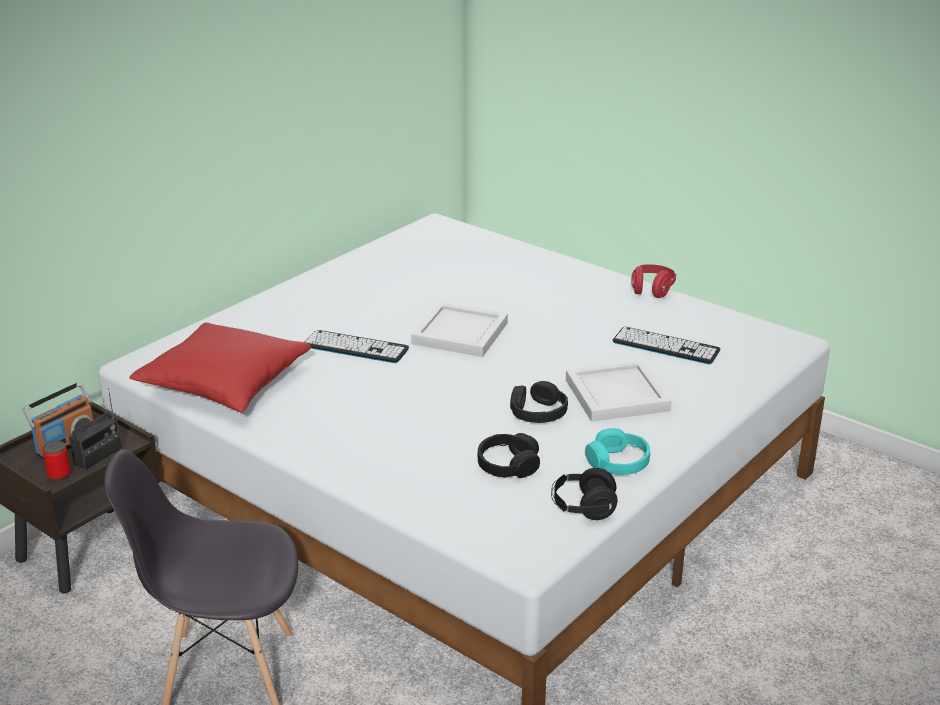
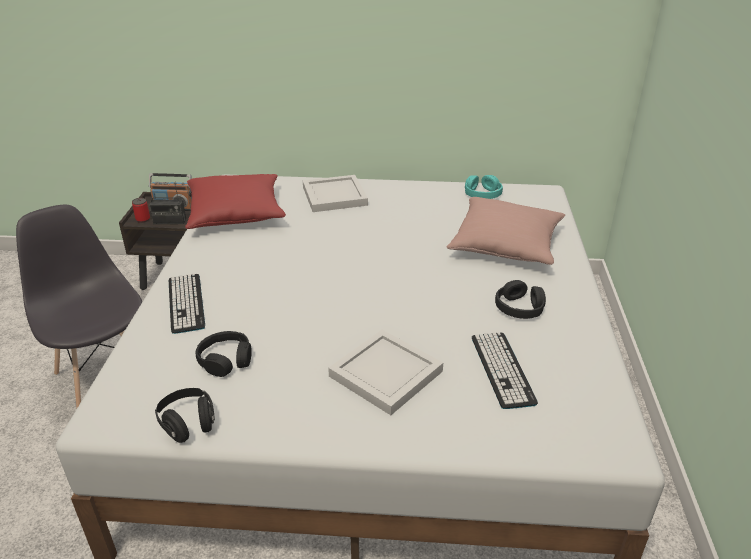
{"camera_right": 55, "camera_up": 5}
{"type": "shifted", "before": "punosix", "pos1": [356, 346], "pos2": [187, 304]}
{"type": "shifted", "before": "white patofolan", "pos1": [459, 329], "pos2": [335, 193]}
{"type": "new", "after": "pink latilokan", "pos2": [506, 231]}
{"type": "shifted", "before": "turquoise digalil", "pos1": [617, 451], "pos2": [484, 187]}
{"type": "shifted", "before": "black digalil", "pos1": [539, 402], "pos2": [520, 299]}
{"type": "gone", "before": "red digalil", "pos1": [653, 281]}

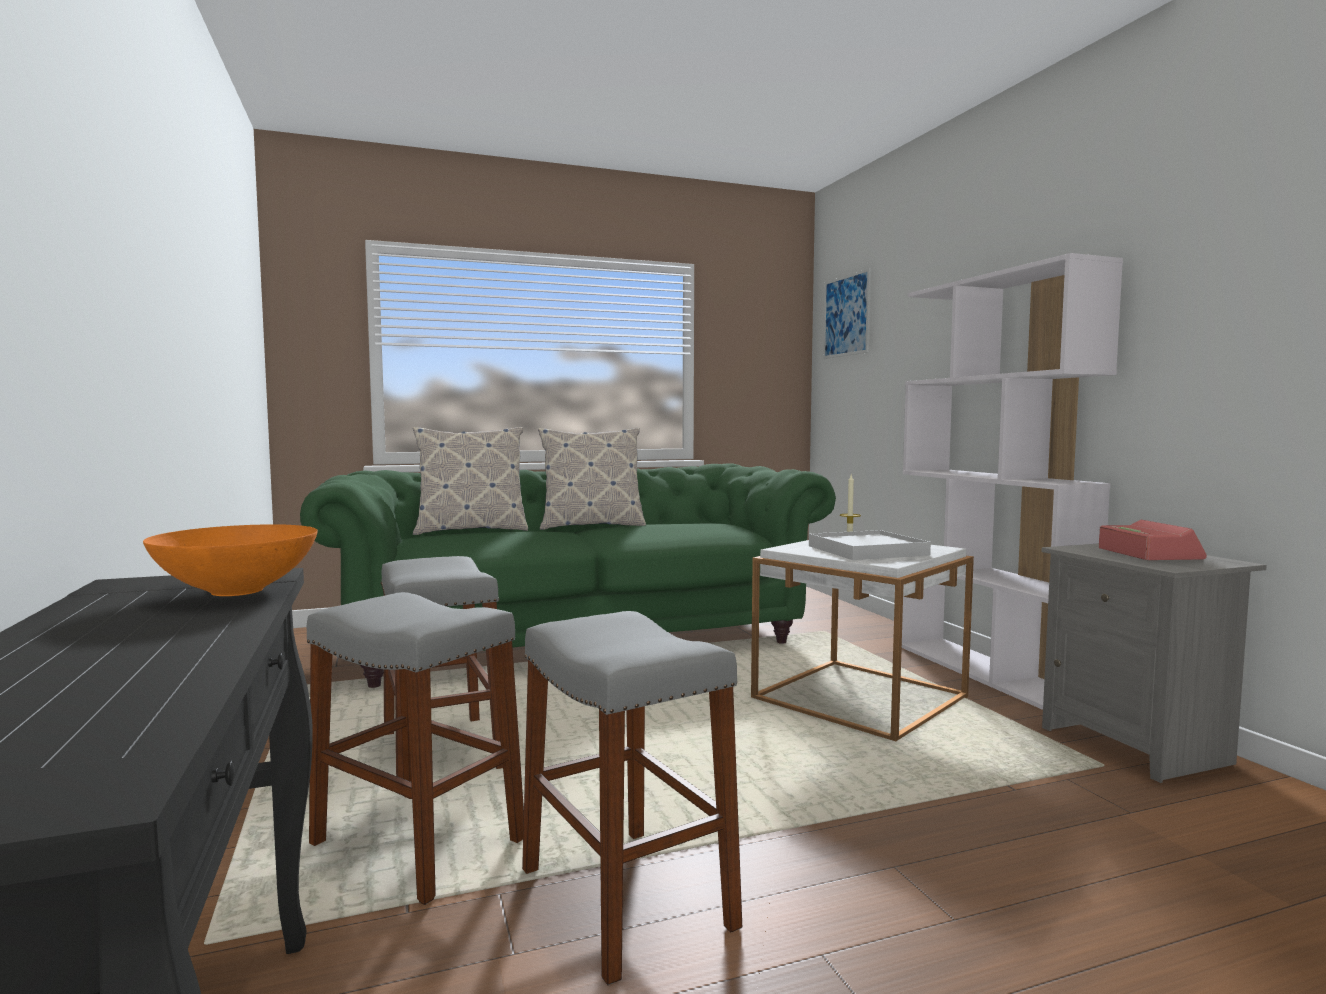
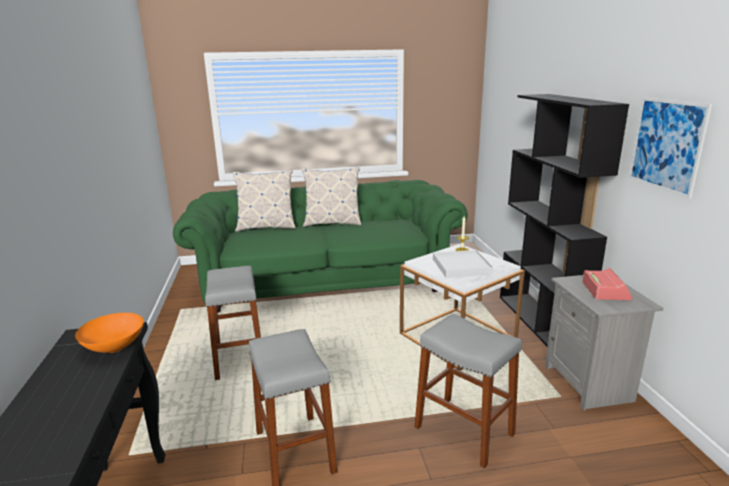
{"camera_right": 10, "camera_up": 15}
{"type": "shifted", "before": "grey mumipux", "pos1": [415, 748], "pos2": [468, 391]}
{"type": "repainted", "before": "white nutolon", "after": "black nutolon", "pos1": [1012, 481], "pos2": [564, 220]}
{"type": "shifted", "before": "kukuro", "pos1": [847, 313], "pos2": [670, 148]}

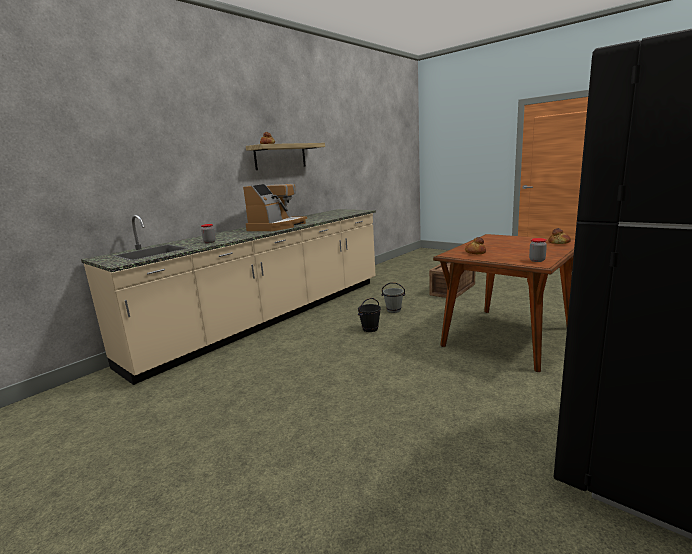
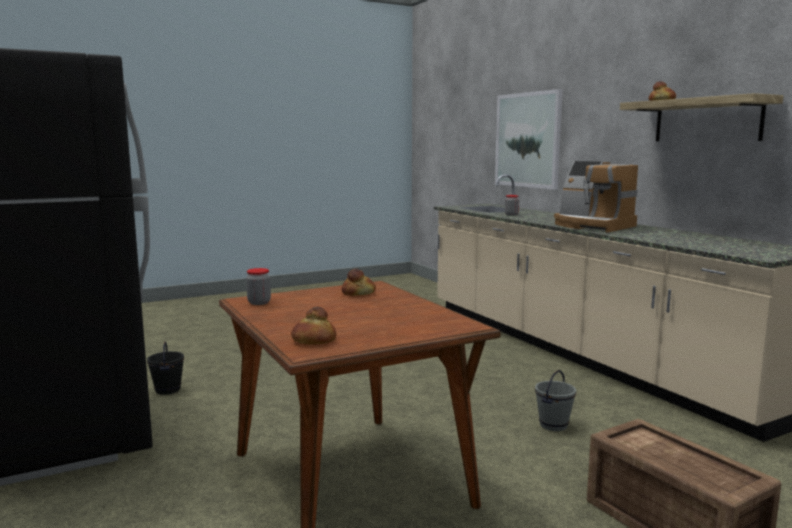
{"camera_right": 110, "camera_up": -5}
{"type": "shifted", "before": "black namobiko", "pos1": [369, 315], "pos2": [165, 368]}
{"type": "new", "after": "kukuro", "pos2": [529, 139]}

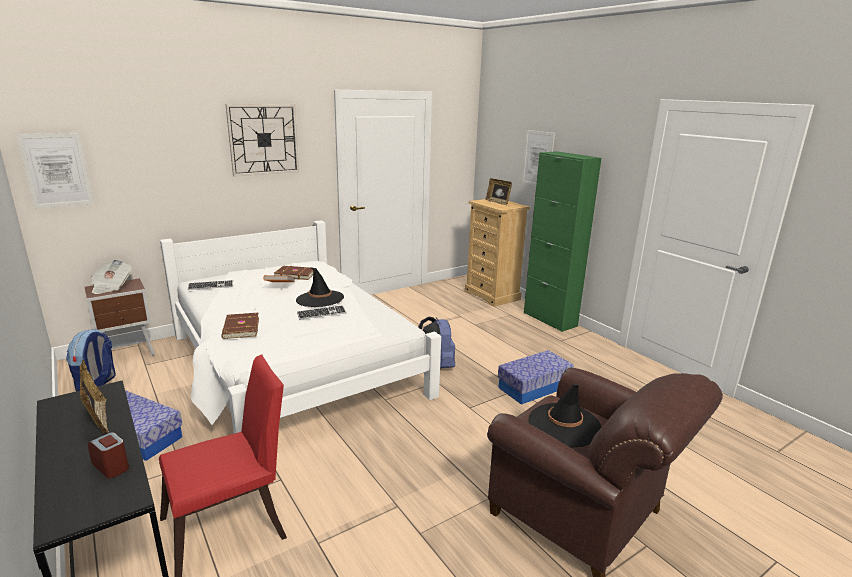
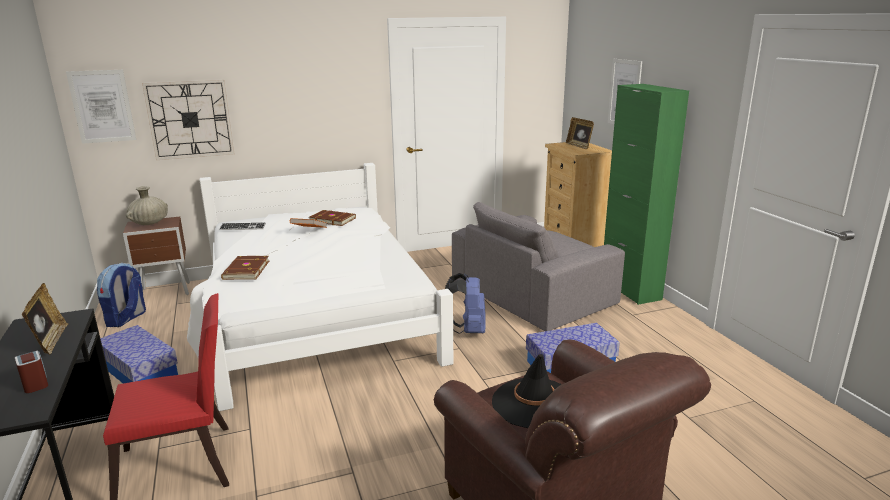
{"camera_right": 15, "camera_up": 0}
{"type": "swapped", "before": "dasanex", "after": "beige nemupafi", "pos1": [111, 276], "pos2": [147, 205]}
{"type": "shifted", "before": "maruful", "pos1": [262, 140], "pos2": [188, 120]}
{"type": "new", "after": "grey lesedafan", "pos2": [538, 266]}
{"type": "gone", "before": "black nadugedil", "pos1": [320, 287]}
{"type": "gone", "before": "punosix", "pos1": [321, 312]}

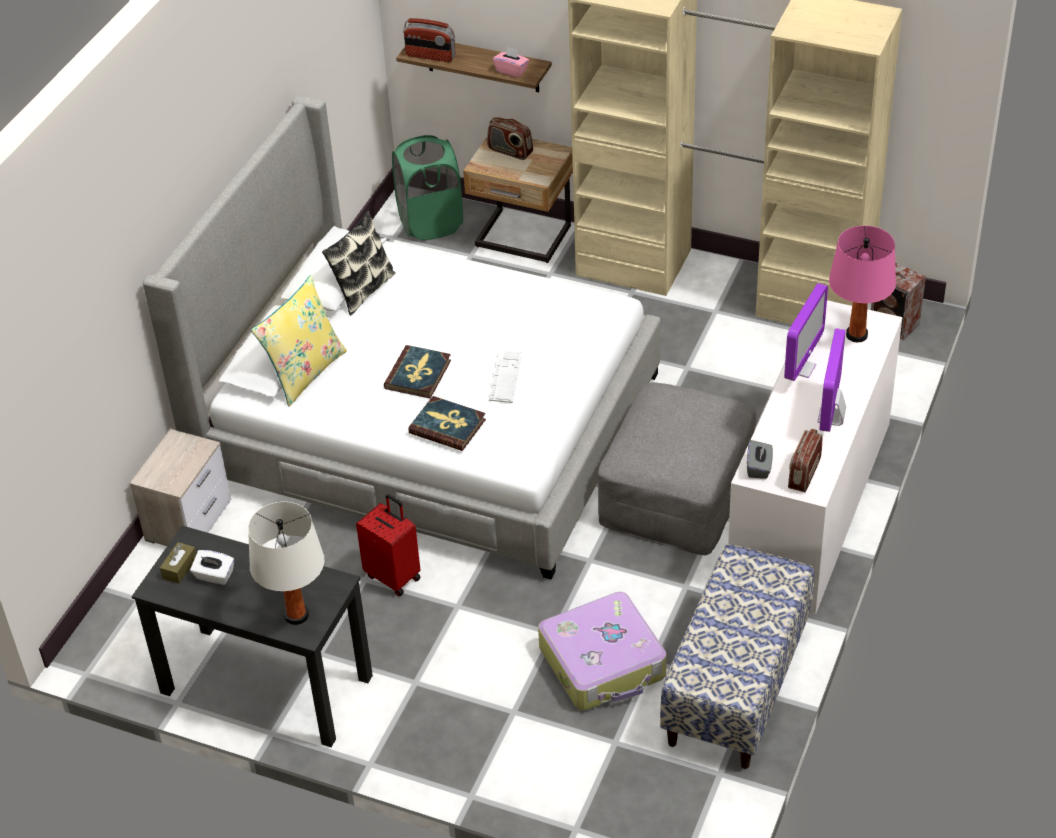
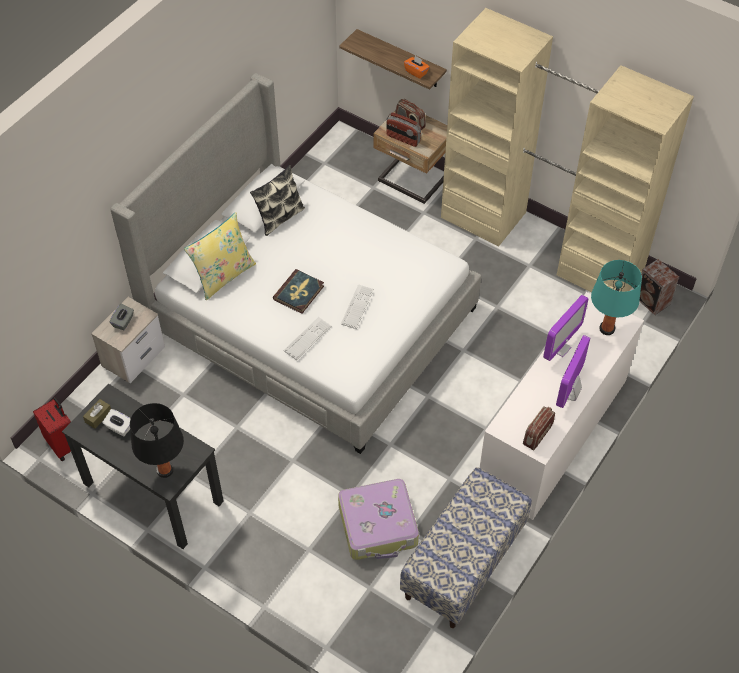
{"camera_right": 10, "camera_up": 10}
{"type": "shifted", "before": "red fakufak", "pos1": [388, 545], "pos2": [52, 429]}
{"type": "shifted", "before": "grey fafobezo", "pos1": [760, 459], "pos2": [122, 317]}
{"type": "repainted", "before": "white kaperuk", "after": "black kaperuk", "pos1": [286, 563], "pos2": [157, 440]}
{"type": "swapped", "before": "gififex", "after": "punosix", "pos1": [447, 423], "pos2": [307, 338]}
{"type": "shifted", "before": "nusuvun", "pos1": [429, 40], "pos2": [403, 129]}
{"type": "repainted", "before": "pink fafobezo", "after": "orange fafobezo", "pos1": [511, 62], "pos2": [417, 67]}
{"type": "repainted", "before": "pink kaperuk", "after": "turquoise kaperuk", "pos1": [862, 284], "pos2": [616, 297]}
{"type": "gone", "before": "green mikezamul", "pos1": [427, 188]}
{"type": "gone", "before": "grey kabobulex", "pos1": [677, 468]}

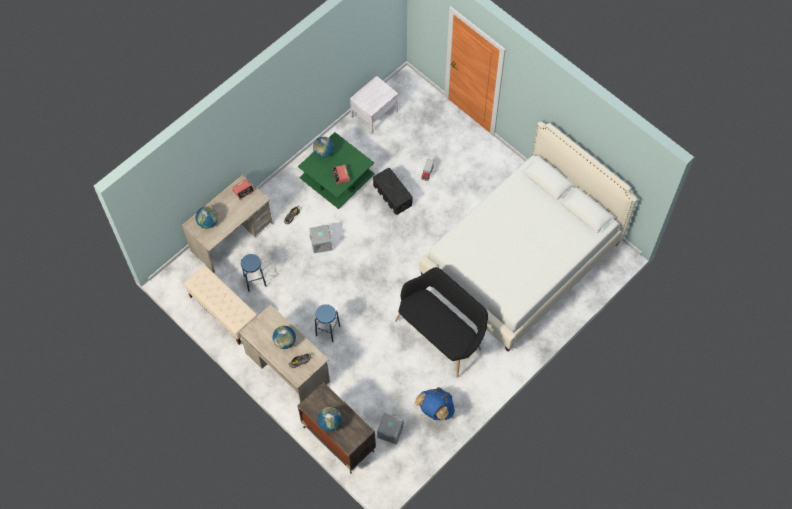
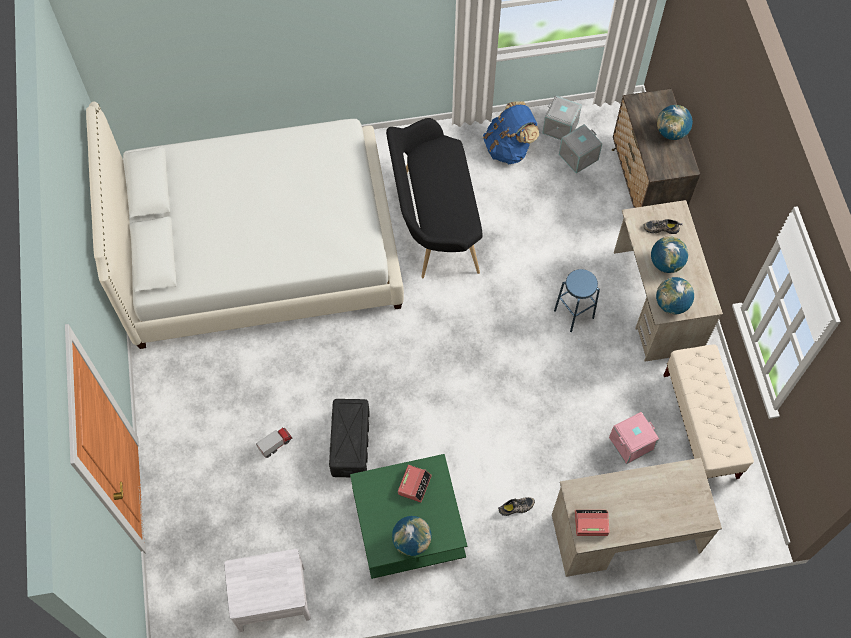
{"camera_right": -145, "camera_up": 0}
{"type": "shifted", "before": "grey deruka", "pos1": [321, 239], "pos2": [562, 117]}
{"type": "swapped", "before": "blue mumipux", "after": "pink deruka", "pos1": [253, 273], "pos2": [634, 438]}
{"type": "shifted", "before": "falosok", "pos1": [206, 217], "pos2": [675, 295]}

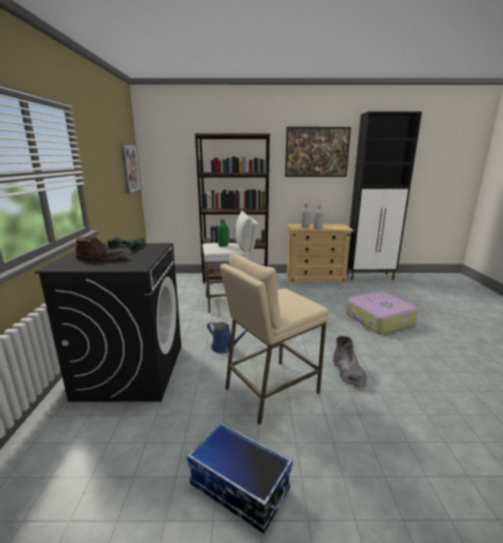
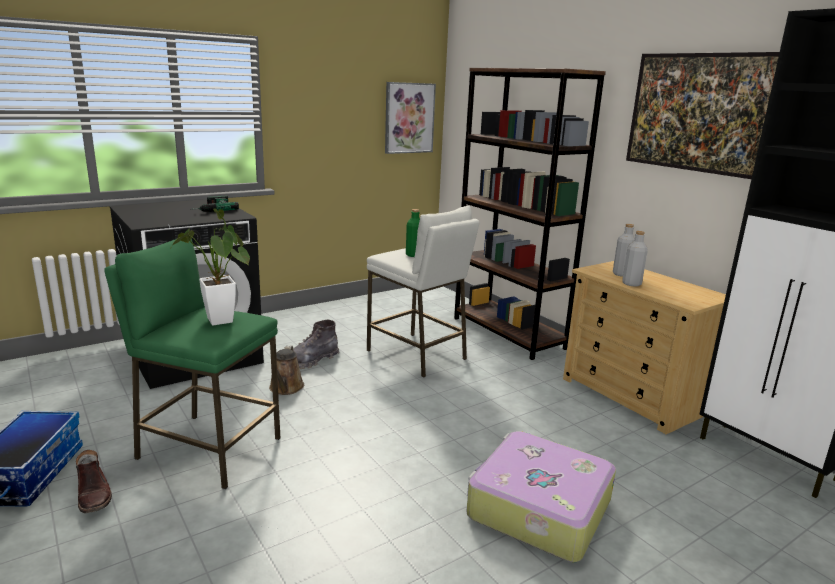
{"camera_right": 55, "camera_up": 0}
{"type": "shifted", "before": "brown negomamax", "pos1": [101, 248], "pos2": [94, 481]}
{"type": "repainted", "before": "beige mumipux", "after": "green mumipux", "pos1": [274, 338], "pos2": [192, 364]}
{"type": "new", "after": "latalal", "pos2": [210, 266]}
{"type": "repainted", "before": "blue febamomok", "after": "brown febamomok", "pos1": [227, 337], "pos2": [286, 370]}
{"type": "shifted", "before": "grey negomamax", "pos1": [350, 362], "pos2": [316, 344]}

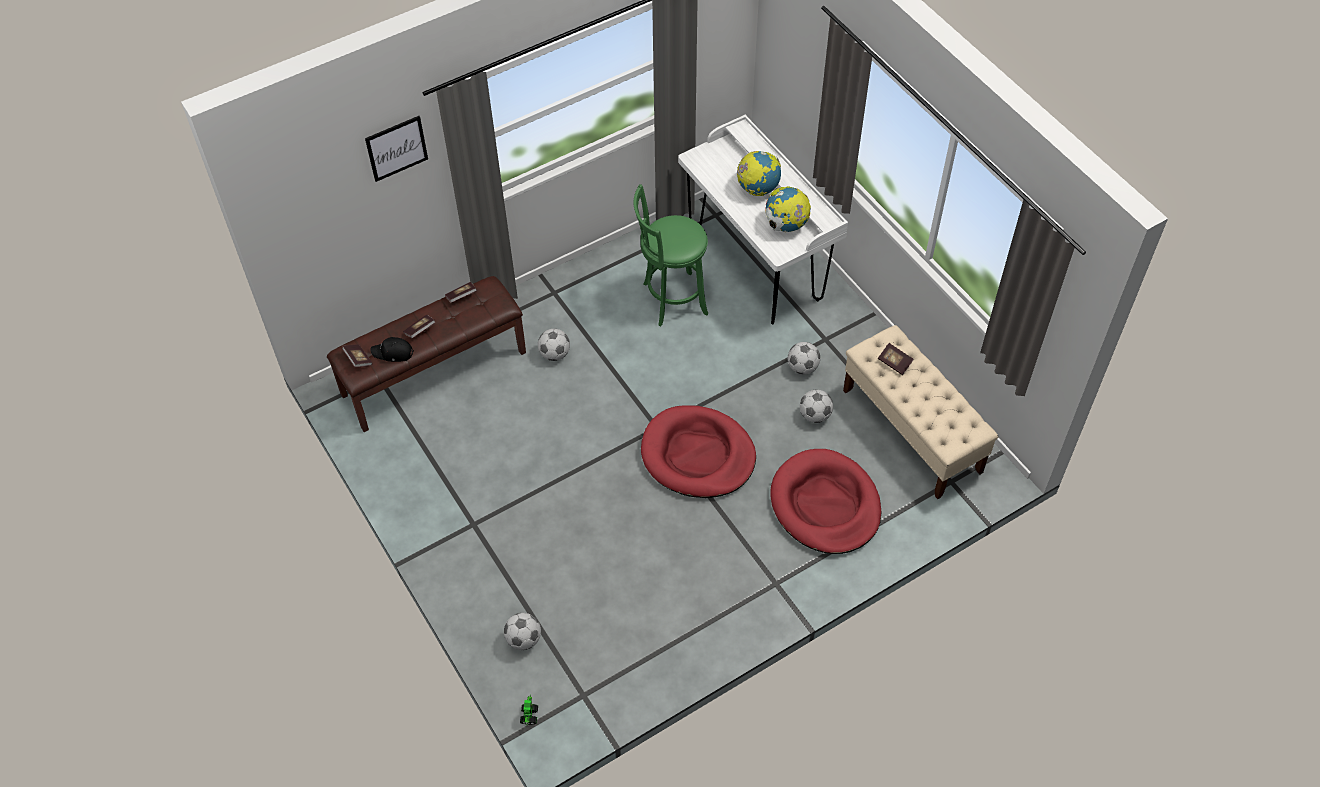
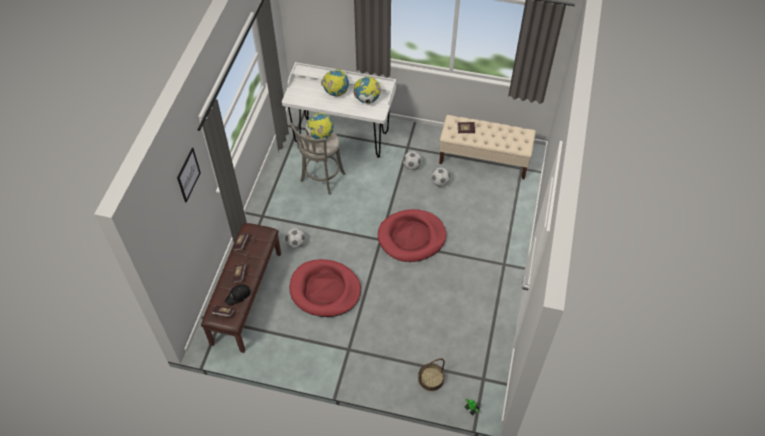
{"camera_right": -45, "camera_up": 0}
{"type": "shifted", "before": "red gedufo", "pos1": [826, 501], "pos2": [325, 288]}
{"type": "repainted", "before": "green mumipux", "after": "grey mumipux", "pos1": [671, 255], "pos2": [318, 159]}
{"type": "new", "after": "falosok", "pos2": [320, 125]}
{"type": "swapped", "before": "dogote", "after": "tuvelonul", "pos1": [522, 631], "pos2": [431, 374]}

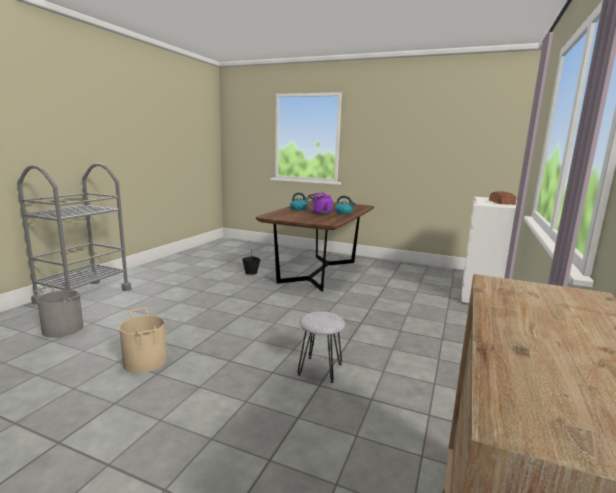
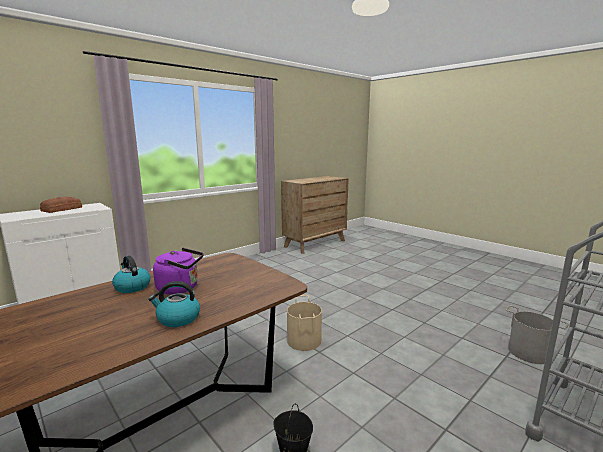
{"camera_right": -155, "camera_up": 0}
{"type": "shifted", "before": "beige namobiko", "pos1": [143, 340], "pos2": [304, 323]}
{"type": "gone", "before": "grey mumipux", "pos1": [321, 347]}

